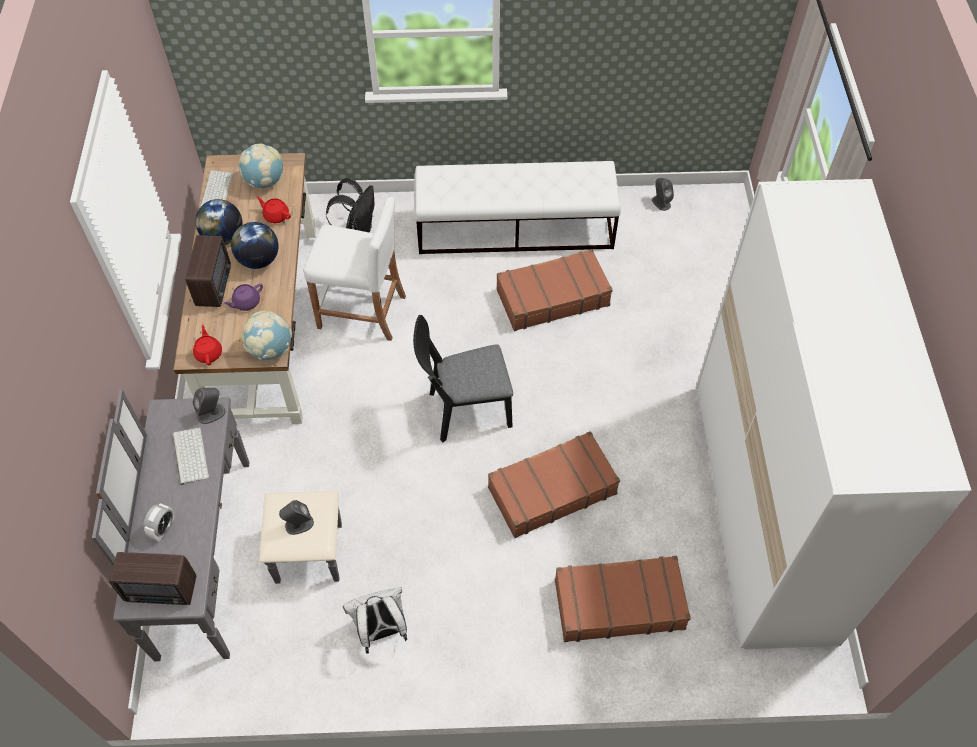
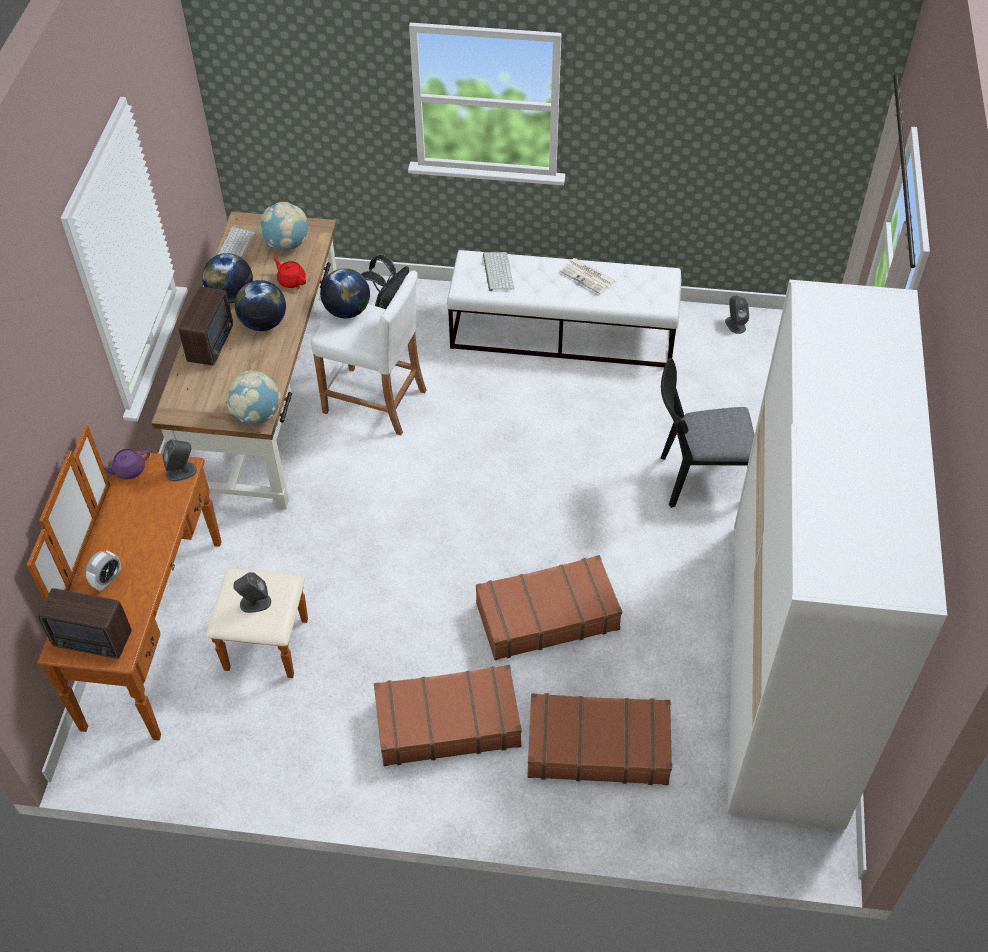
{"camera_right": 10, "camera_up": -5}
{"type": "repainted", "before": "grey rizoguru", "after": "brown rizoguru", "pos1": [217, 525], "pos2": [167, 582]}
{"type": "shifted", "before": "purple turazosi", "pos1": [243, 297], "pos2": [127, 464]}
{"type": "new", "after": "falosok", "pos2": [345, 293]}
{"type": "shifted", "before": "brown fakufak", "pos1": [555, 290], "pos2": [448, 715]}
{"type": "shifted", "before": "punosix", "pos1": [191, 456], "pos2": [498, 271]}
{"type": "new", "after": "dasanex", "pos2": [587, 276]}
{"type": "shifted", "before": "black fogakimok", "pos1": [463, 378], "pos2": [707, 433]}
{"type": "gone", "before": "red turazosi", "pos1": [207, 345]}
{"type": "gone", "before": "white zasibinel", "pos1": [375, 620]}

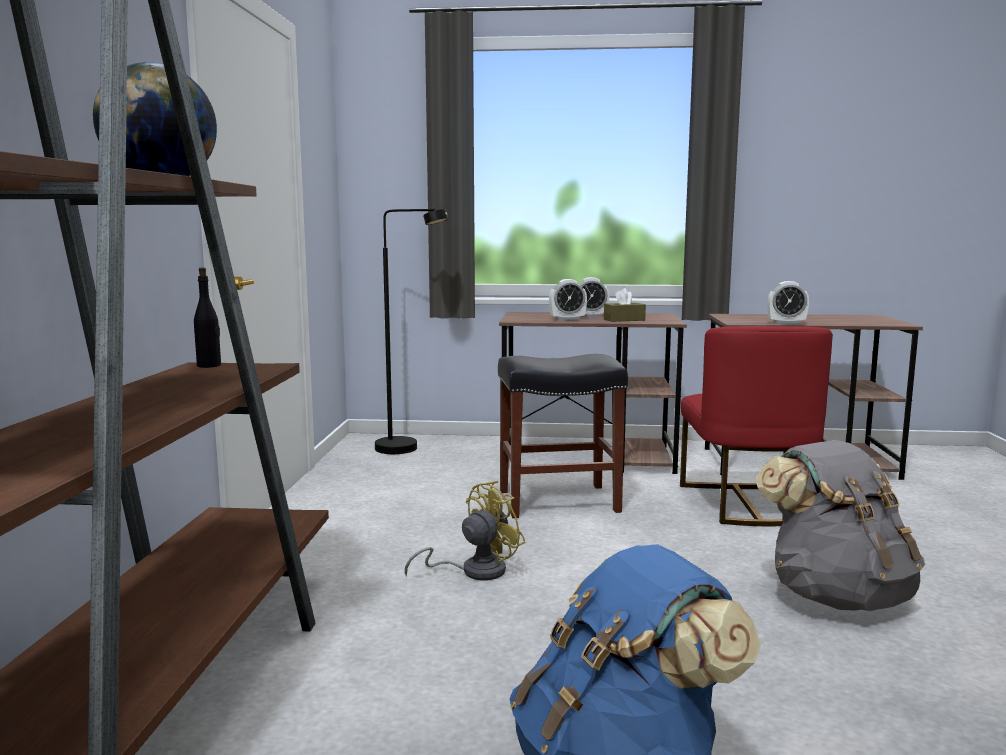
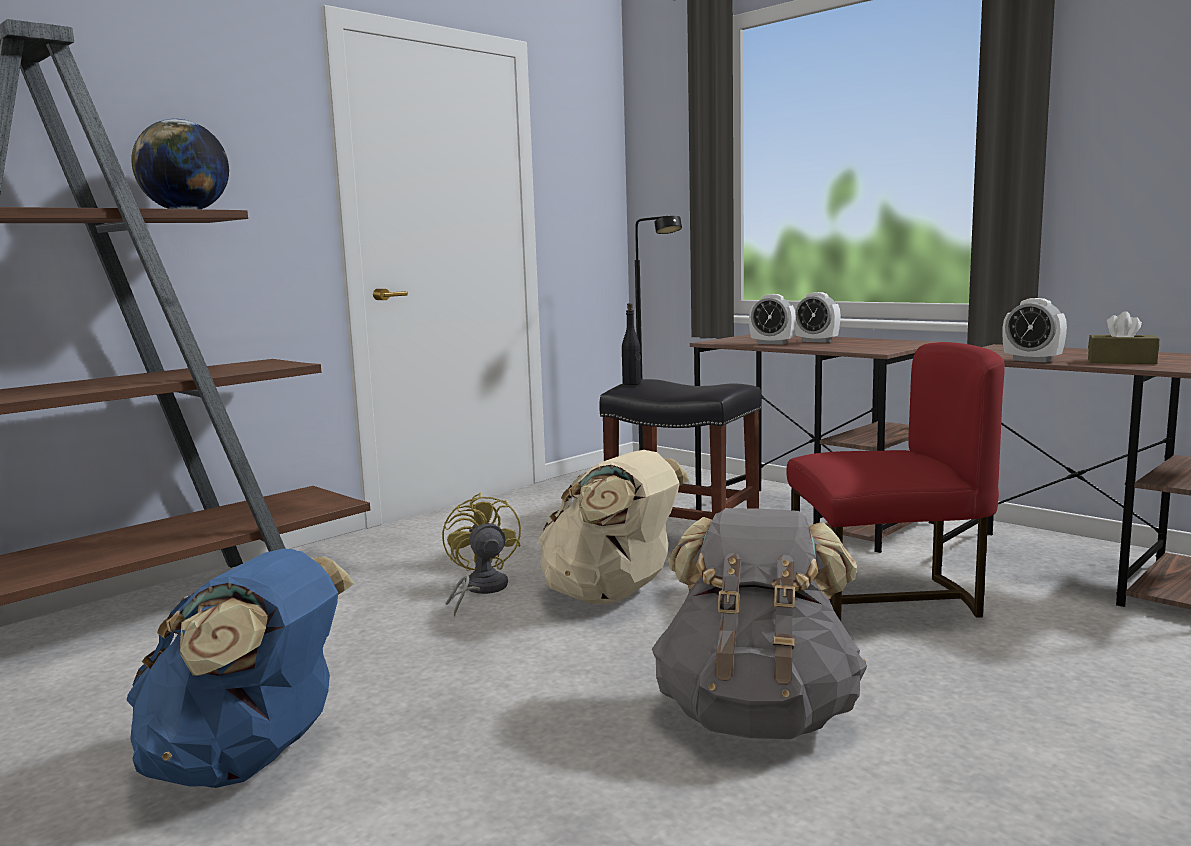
{"camera_right": 40, "camera_up": 0}
{"type": "rotated", "before": "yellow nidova", "pos1": [465, 531], "pos2": [481, 555], "turn": -105}
{"type": "new", "after": "beige zasibinel", "pos2": [614, 527]}
{"type": "shifted", "before": "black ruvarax", "pos1": [207, 317], "pos2": [631, 344]}
{"type": "rotated", "before": "red fogakimok", "pos1": [756, 426], "pos2": [895, 481], "turn": -135}
{"type": "shifted", "before": "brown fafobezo", "pos1": [625, 305], "pos2": [1123, 337]}

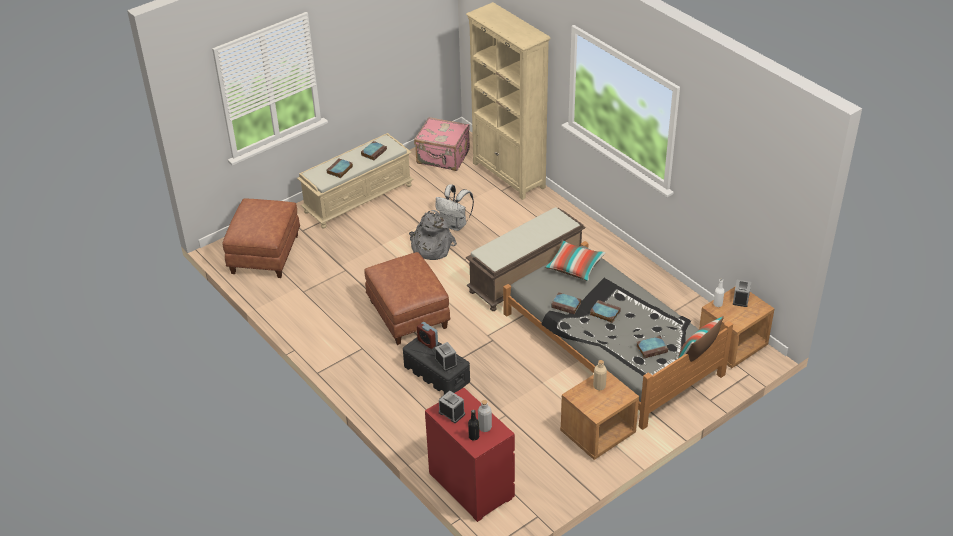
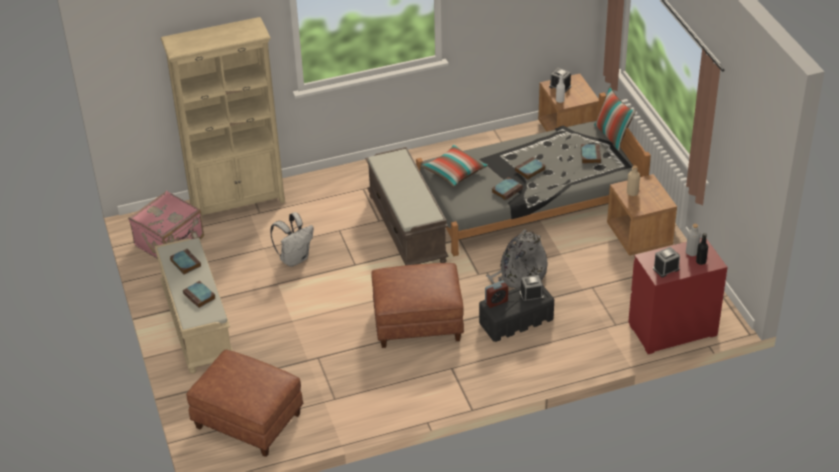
{"camera_right": -70, "camera_up": 0}
{"type": "shifted", "before": "grey zasibinel", "pos1": [433, 235], "pos2": [517, 258]}

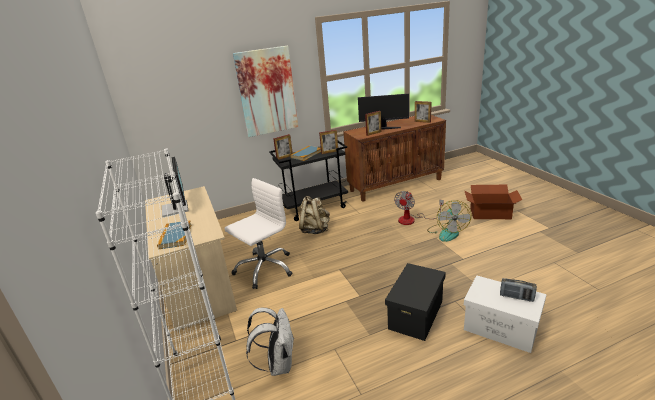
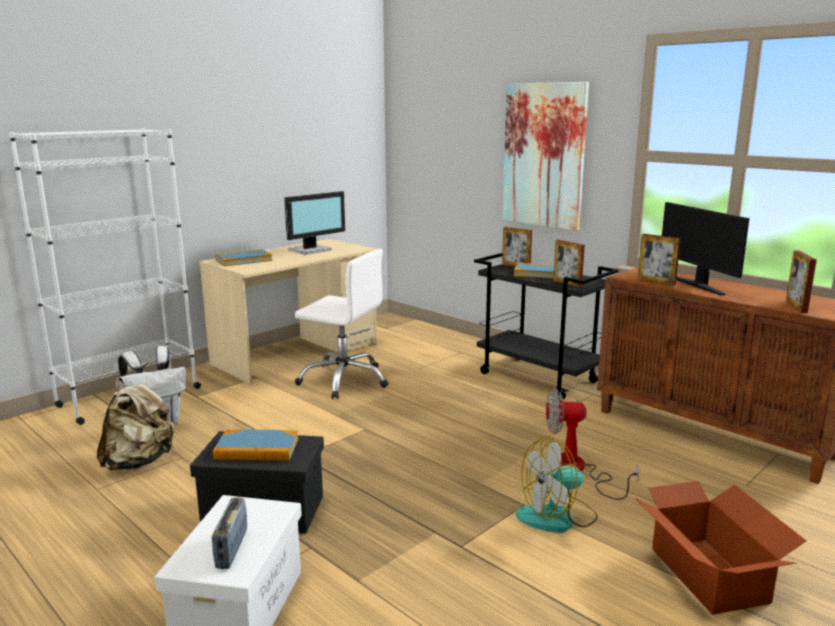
{"camera_right": 65, "camera_up": -10}
{"type": "shifted", "before": "beige zasibinel", "pos1": [314, 215], "pos2": [136, 424]}
{"type": "new", "after": "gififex", "pos2": [255, 445]}

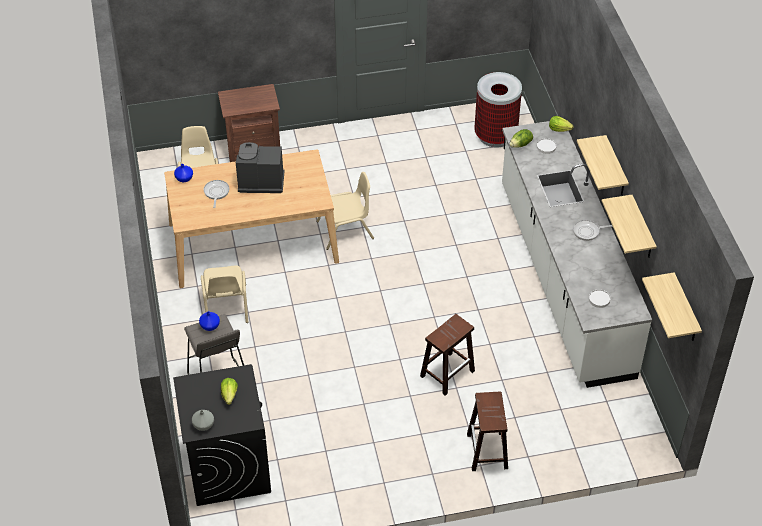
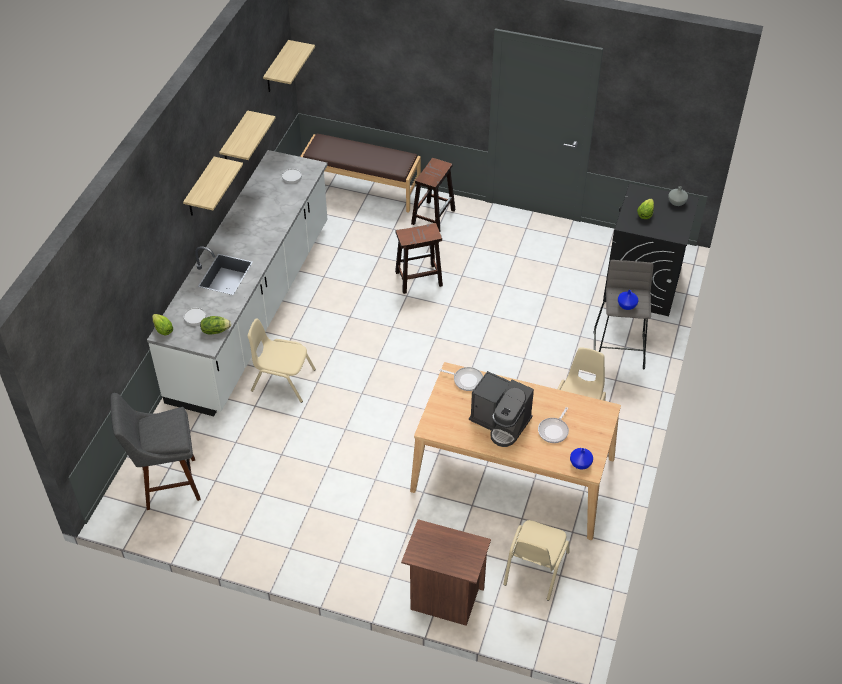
{"camera_right": -150, "camera_up": 0}
{"type": "swapped", "before": "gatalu", "after": "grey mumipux", "pos1": [498, 109], "pos2": [155, 451]}
{"type": "shifted", "before": "beige fogakimok", "pos1": [345, 211], "pos2": [282, 360]}
{"type": "new", "after": "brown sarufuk", "pos2": [360, 173]}
{"type": "shifted", "before": "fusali", "pos1": [593, 230], "pos2": [461, 379]}

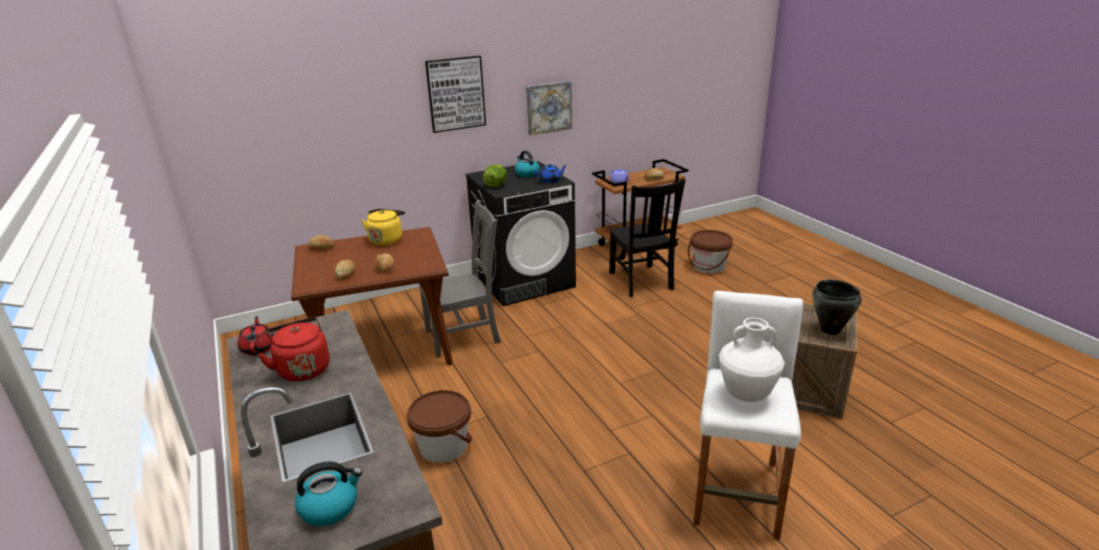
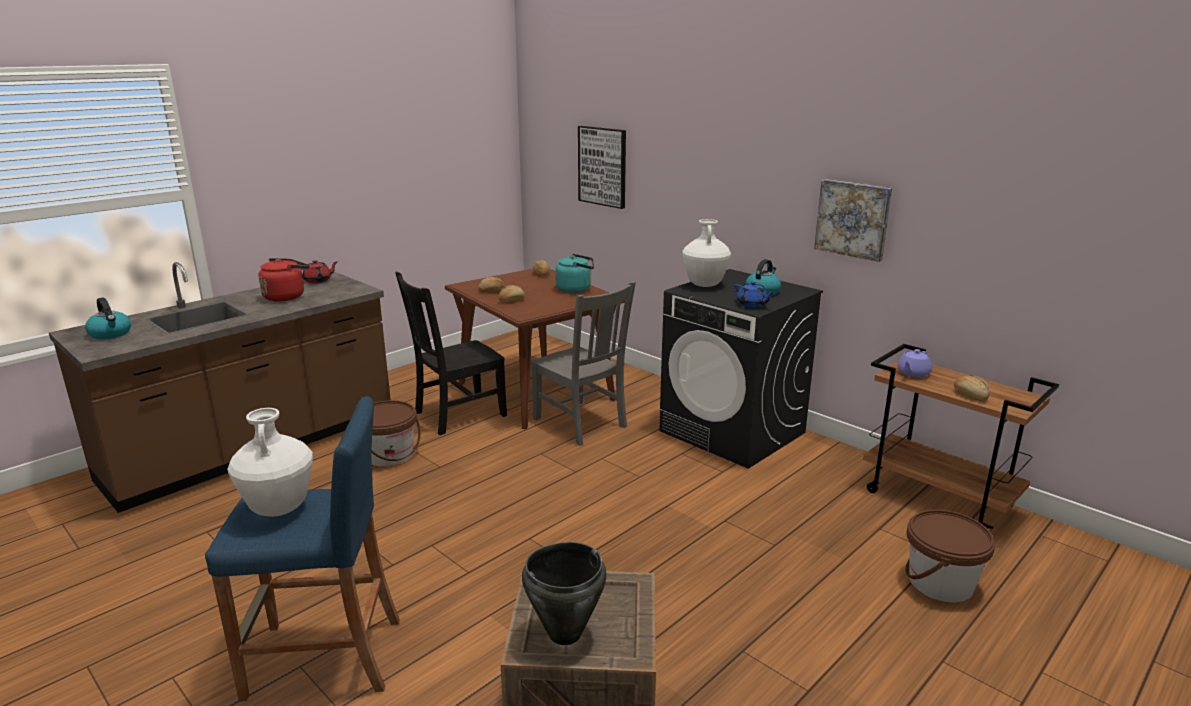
{"camera_right": 70, "camera_up": -5}
{"type": "repainted", "before": "white mumipux", "after": "blue mumipux", "pos1": [748, 415], "pos2": [302, 549]}
{"type": "shifted", "before": "black fogakimok", "pos1": [647, 238], "pos2": [451, 353]}
{"type": "repainted", "before": "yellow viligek", "after": "turquoise viligek", "pos1": [383, 227], "pos2": [574, 273]}
{"type": "shifted", "before": "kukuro", "pos1": [455, 94], "pos2": [602, 167]}
{"type": "swapped", "before": "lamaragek", "after": "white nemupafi", "pos1": [495, 175], "pos2": [706, 253]}

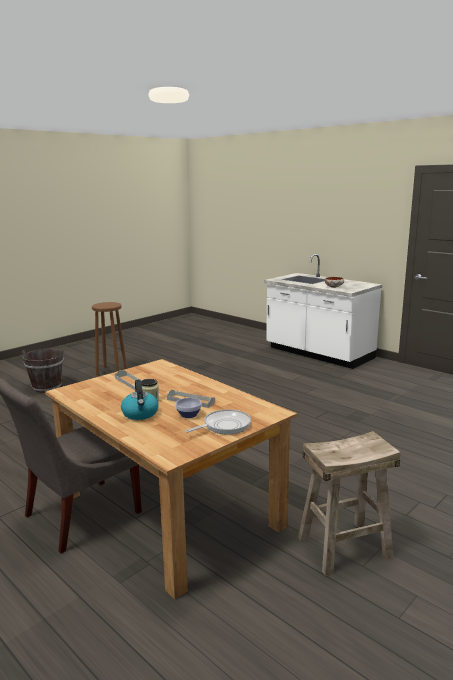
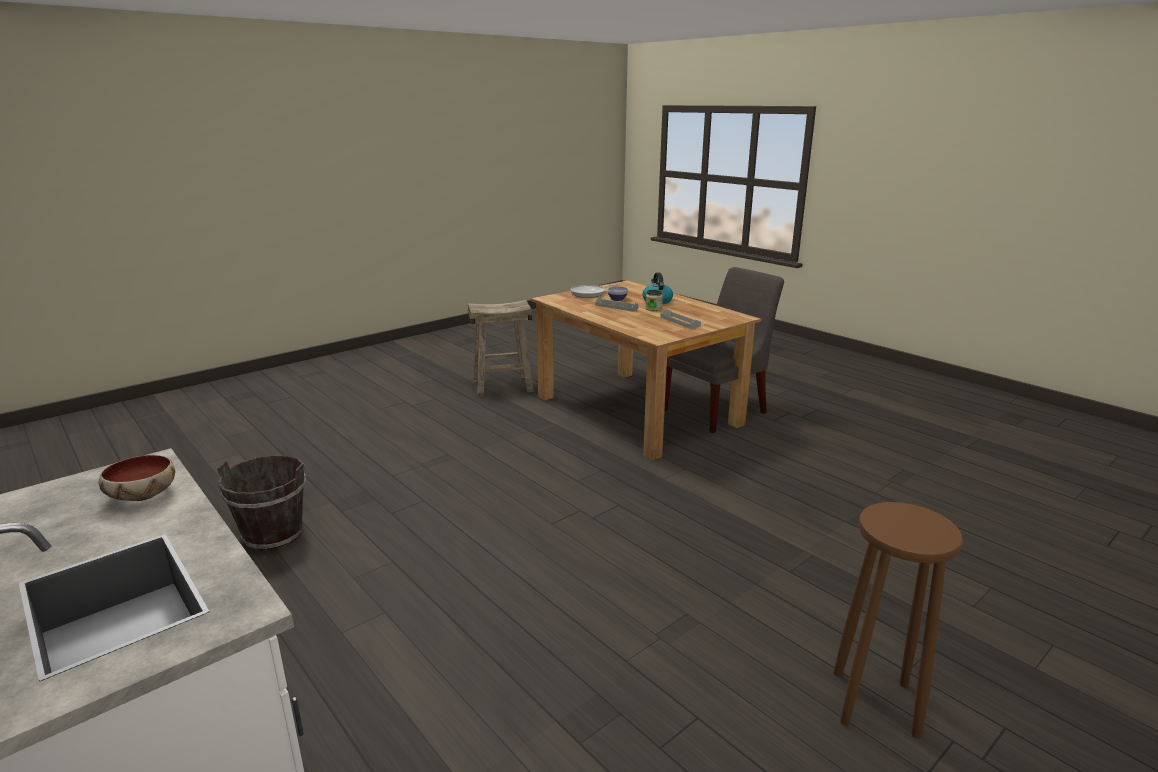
{"camera_right": -175, "camera_up": 5}
{"type": "shifted", "before": "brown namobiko", "pos1": [43, 371], "pos2": [261, 503]}

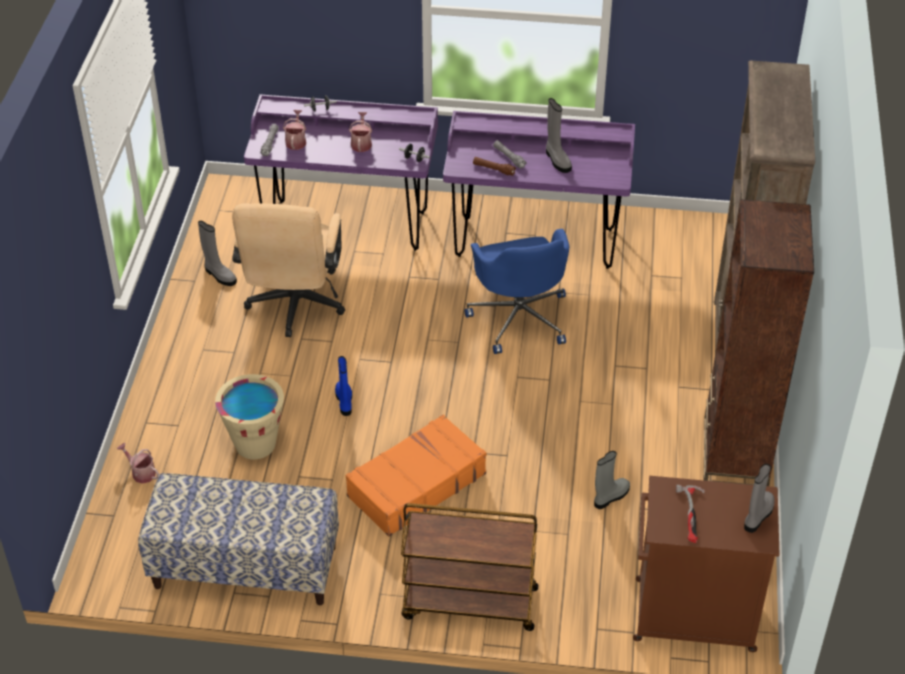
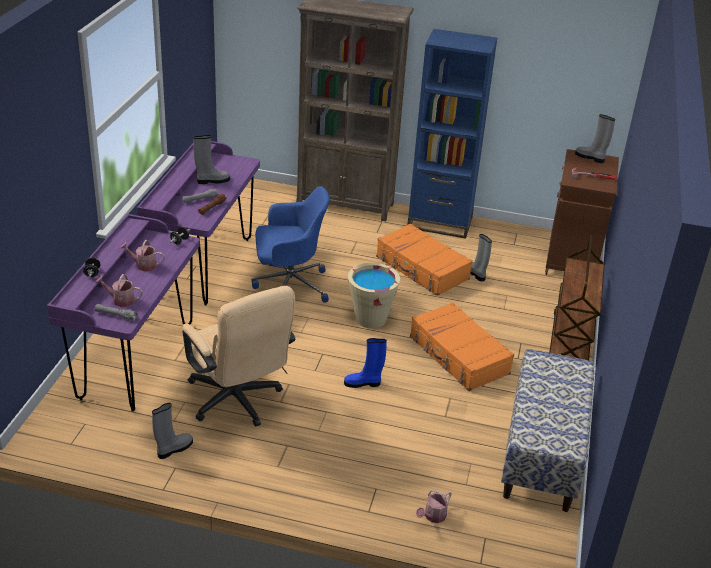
{"camera_right": -85, "camera_up": -10}
{"type": "rotated", "before": "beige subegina", "pos1": [288, 270], "pos2": [238, 356], "turn": 45}
{"type": "shifted", "before": "beige namobiko", "pos1": [249, 416], "pos2": [374, 296]}
{"type": "new", "after": "orange fakufak", "pos2": [424, 260]}
{"type": "repainted", "before": "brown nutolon", "after": "blue nutolon", "pos1": [759, 342], "pos2": [452, 134]}

